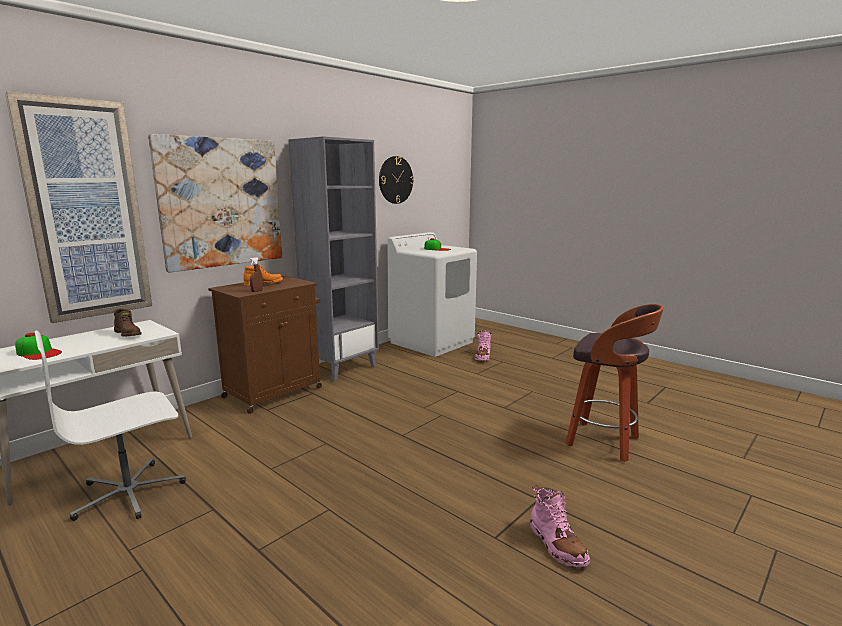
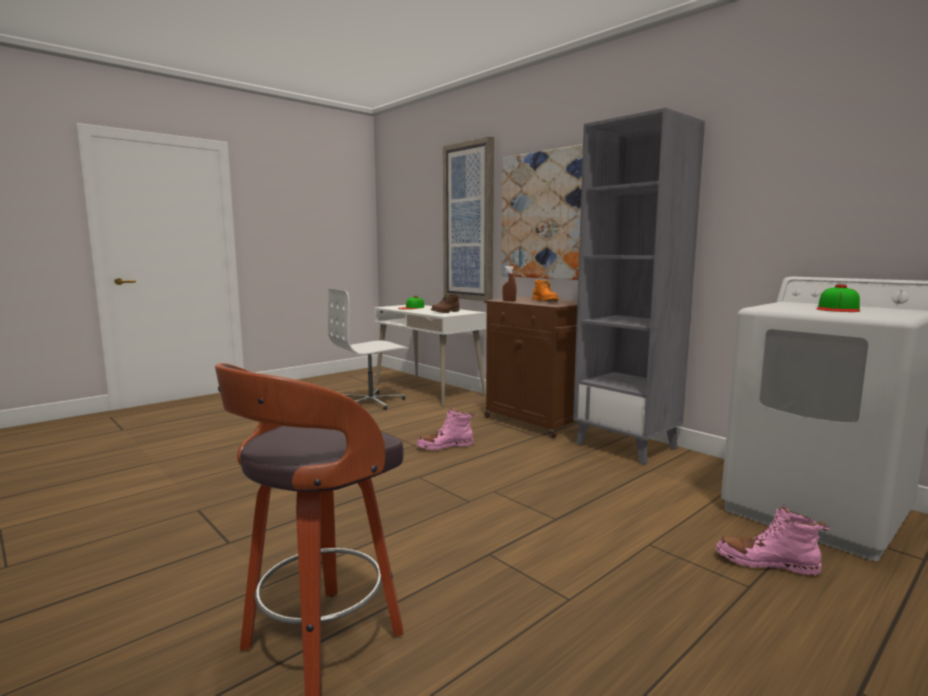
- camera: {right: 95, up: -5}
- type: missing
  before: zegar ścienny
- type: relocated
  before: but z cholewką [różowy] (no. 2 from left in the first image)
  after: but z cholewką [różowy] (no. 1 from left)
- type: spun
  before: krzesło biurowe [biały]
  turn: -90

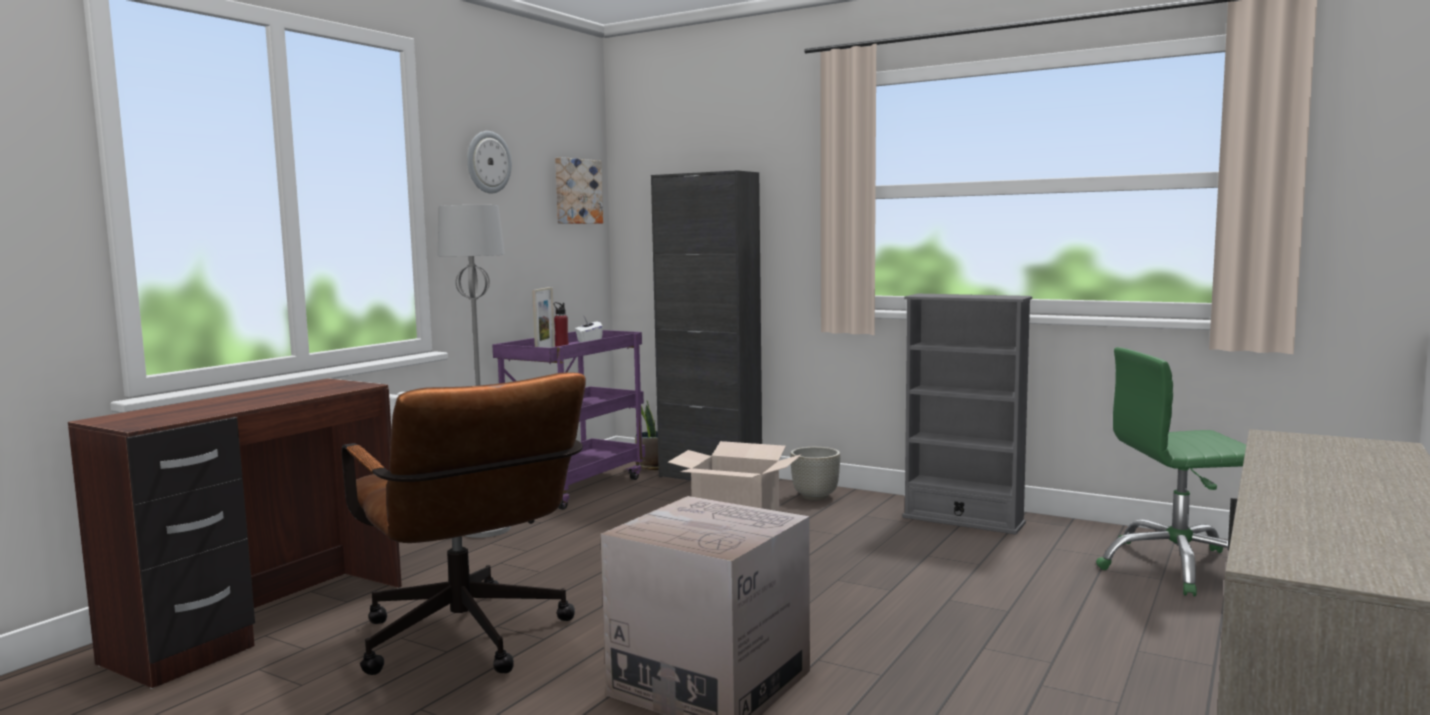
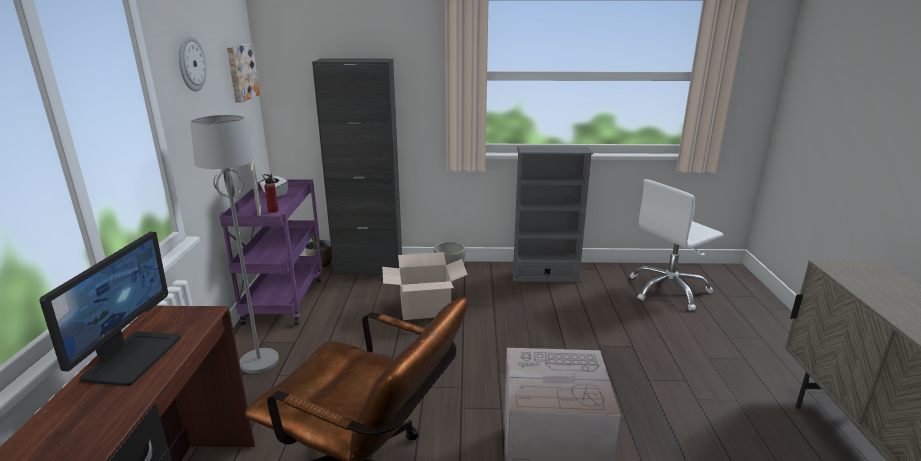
- camera: {right: -30, up: 15}
- type: appeared
  after: monitor
- type: colour
  before: krzesło biurowe [zielony]
  after: krzesło biurowe [biały]

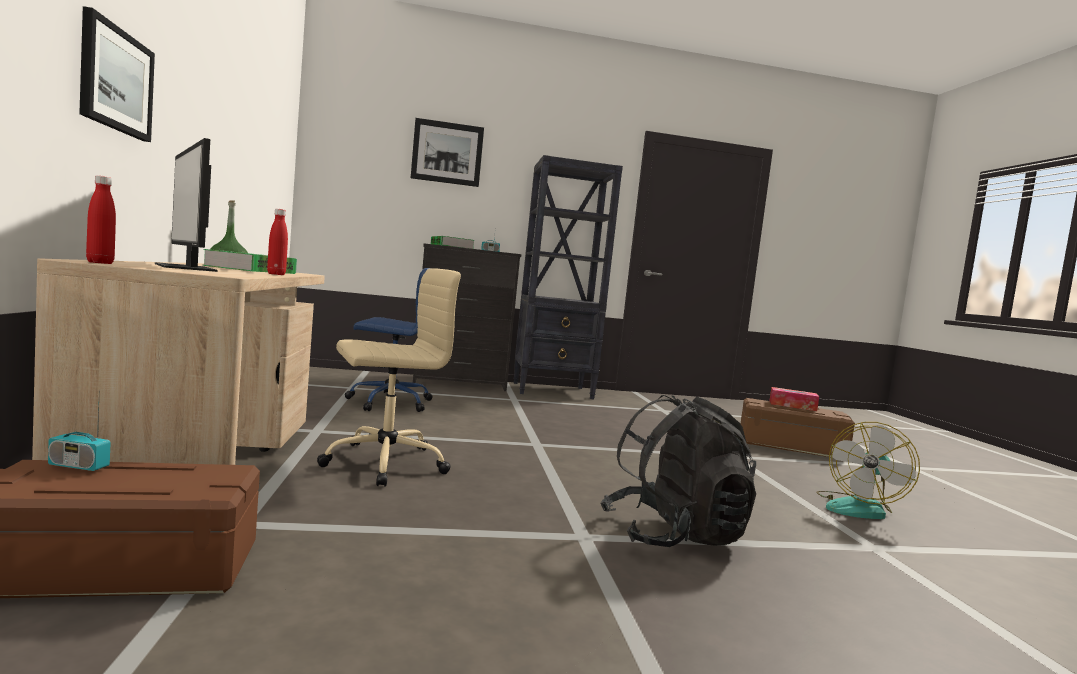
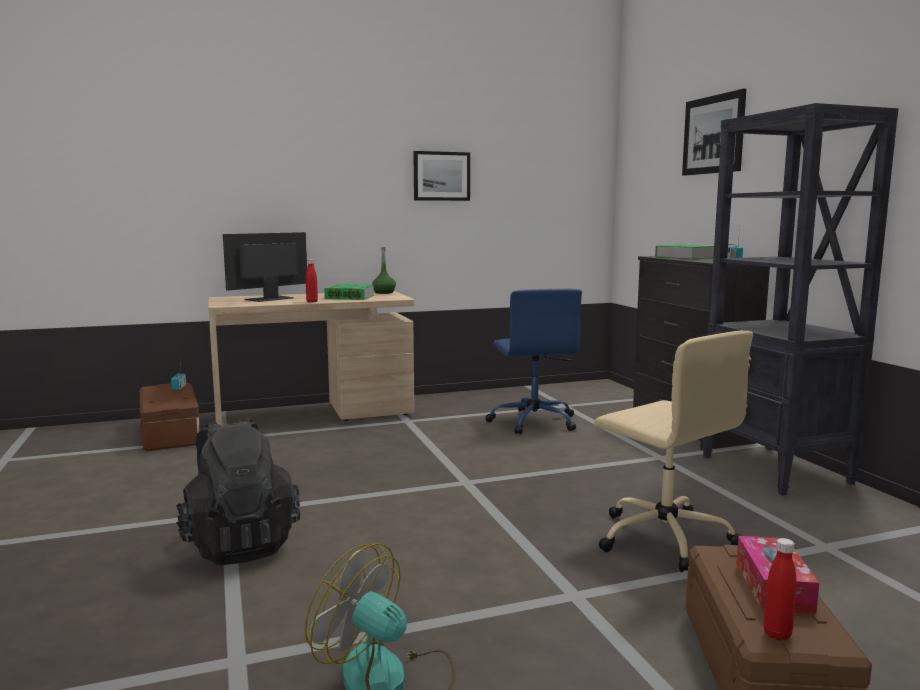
- camera: {right: 80, up: 5}
- type: relocated
  before: obraz (no. 1 from left)
- type: relocated
  before: butelka [czerwony] (no. 1 from left in the first image)
  after: butelka [czerwony] (no. 2 from left)
- type: relocated
  before: krzesło biurowe [beżowy]

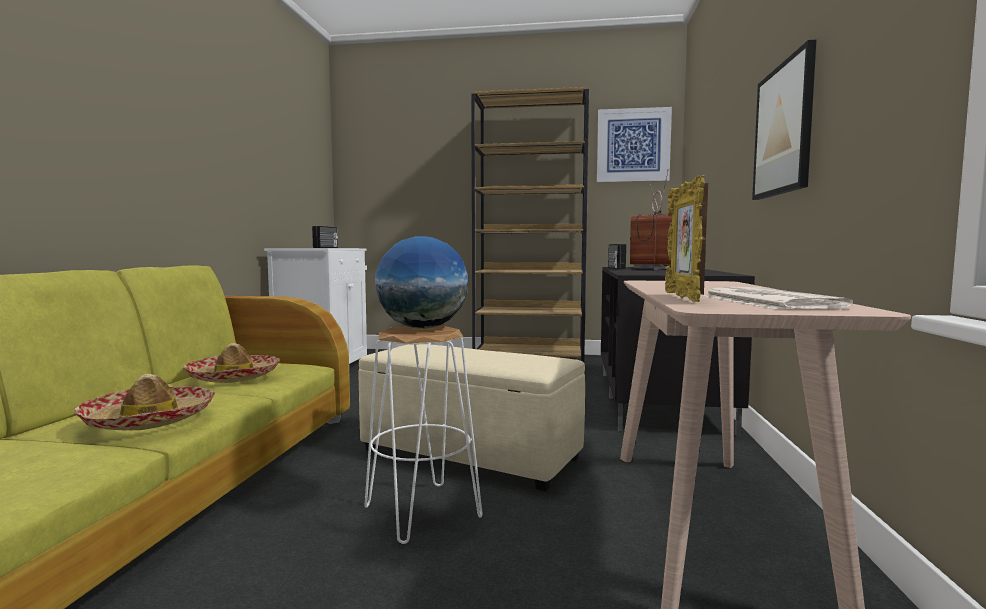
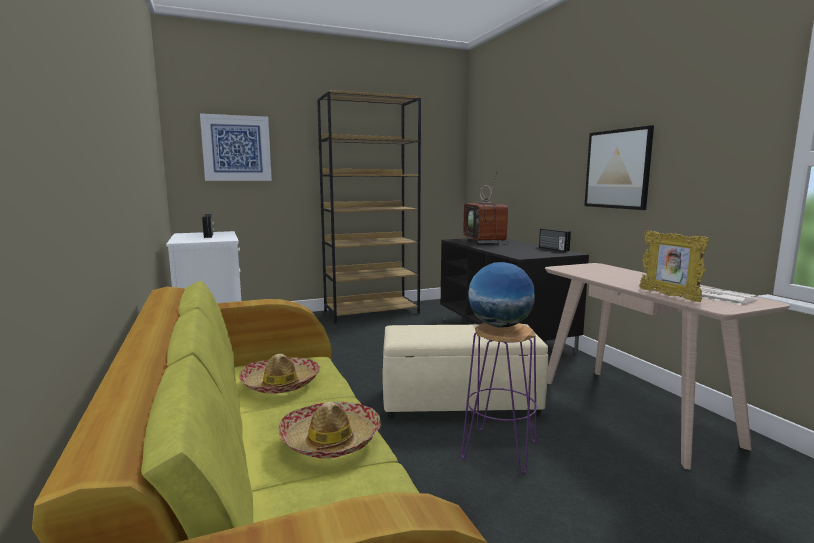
- camera: {right: -30, up: 5}
- type: relocated
  before: obraz (no. 1 from left)
- type: relocated
  before: radio (no. 2 from left)
- type: colour
  before: stołek [biały]
  after: stołek [fioletowy]

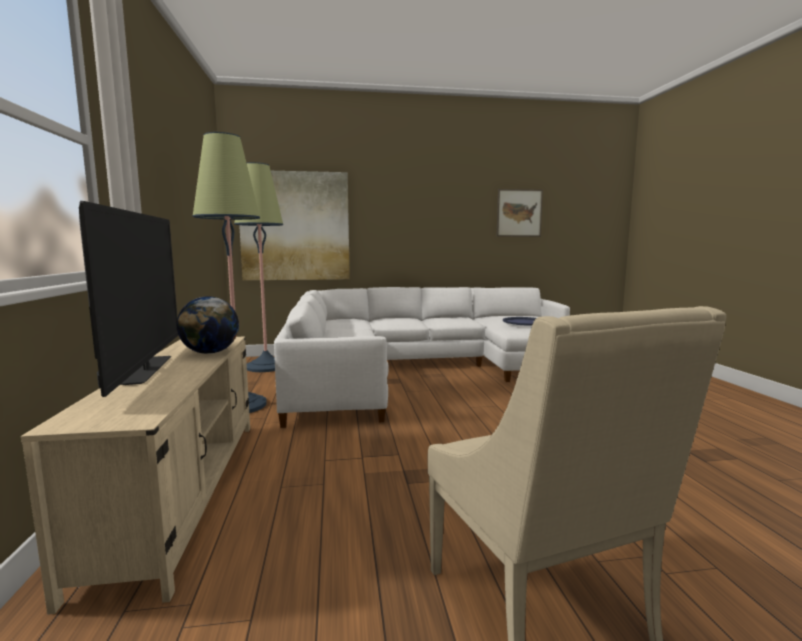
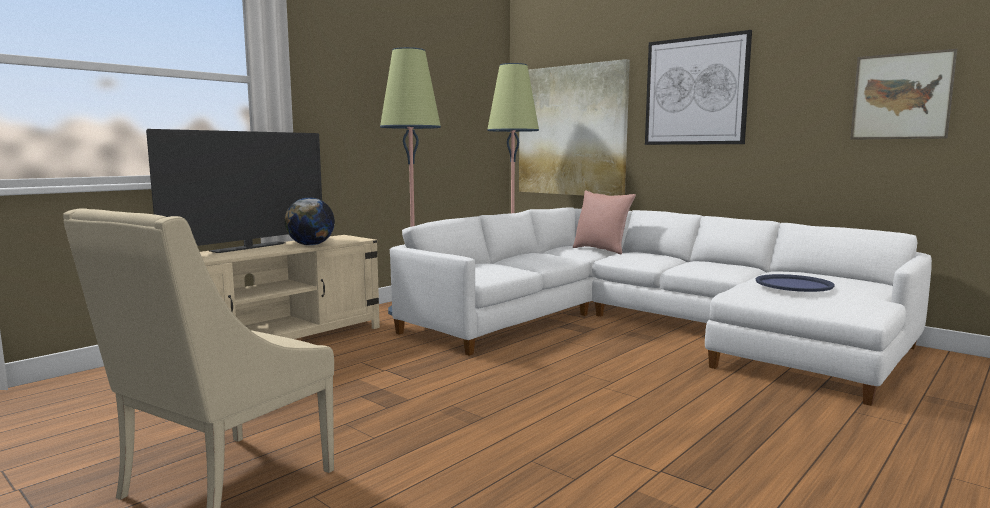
- camera: {right: 50, up: 0}
- type: appeared
  after: poduszka [różowy]
- type: appeared
  after: obraz (no. 2 from left)

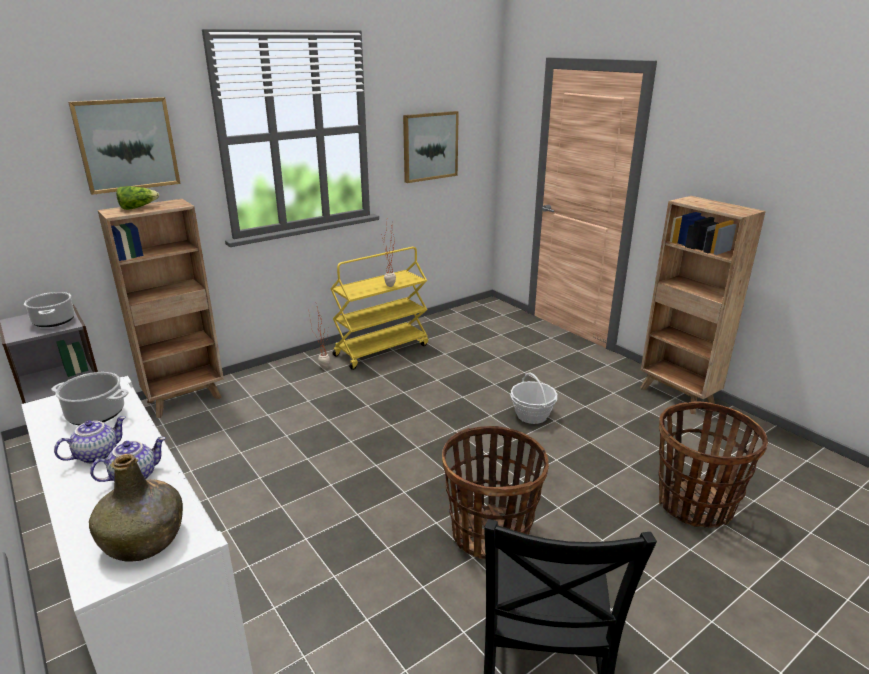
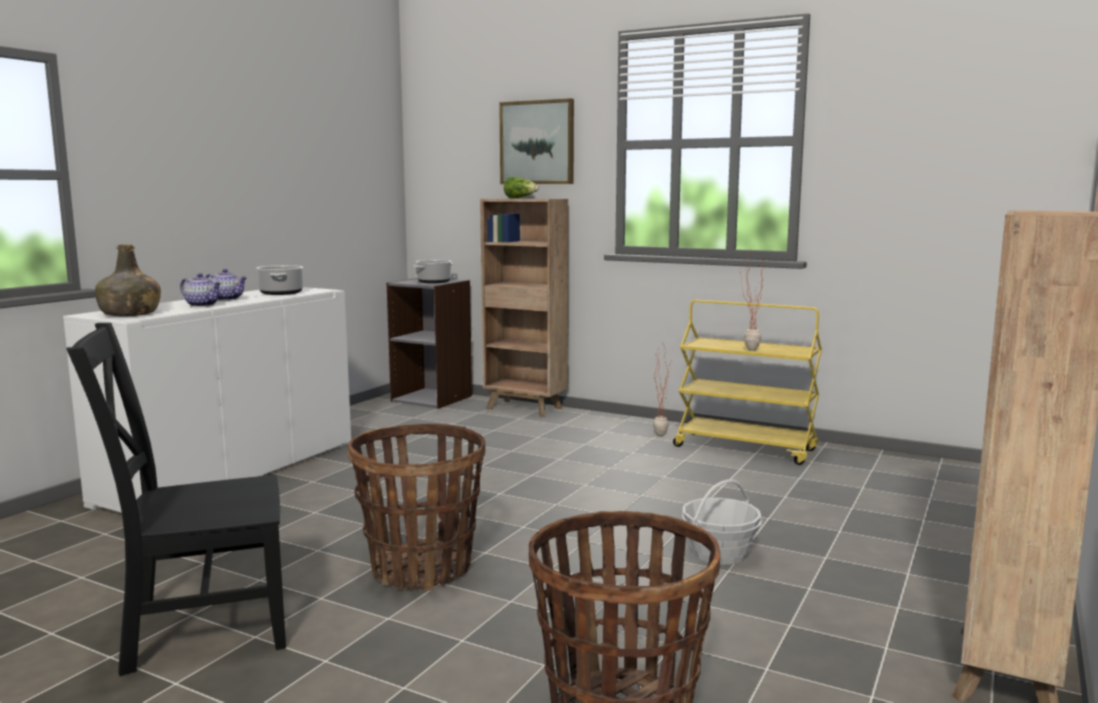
- camera: {right: 65, up: -15}
- type: missing
  before: obraz (no. 2 from left)

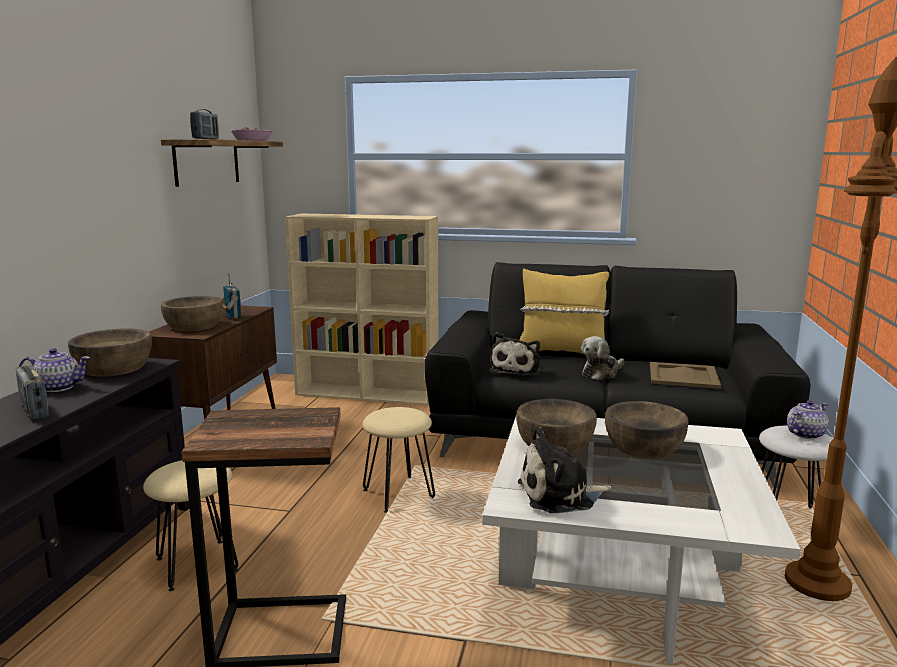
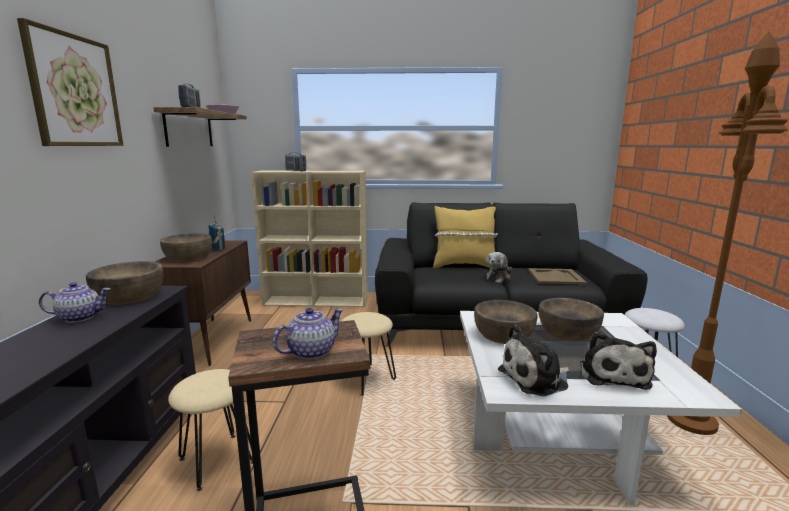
- camera: {right: -10, up: 0}
- type: appeared
  after: obraz
- type: relocated
  before: radio (no. 1 from left in the first image)
  after: radio (no. 3 from left)
- type: relocated
  before: pluszak (no. 1 from left in the first image)
  after: pluszak (no. 3 from left)
- type: relocated
  before: imbryk (no. 2 from left)

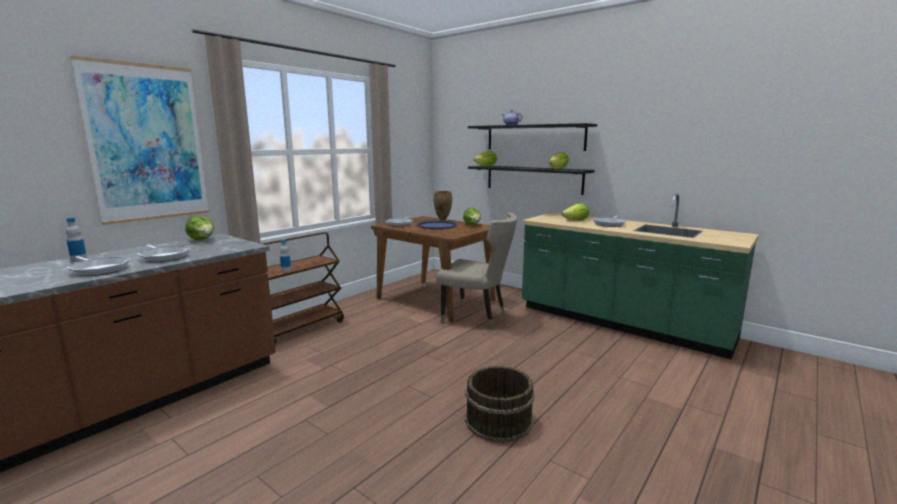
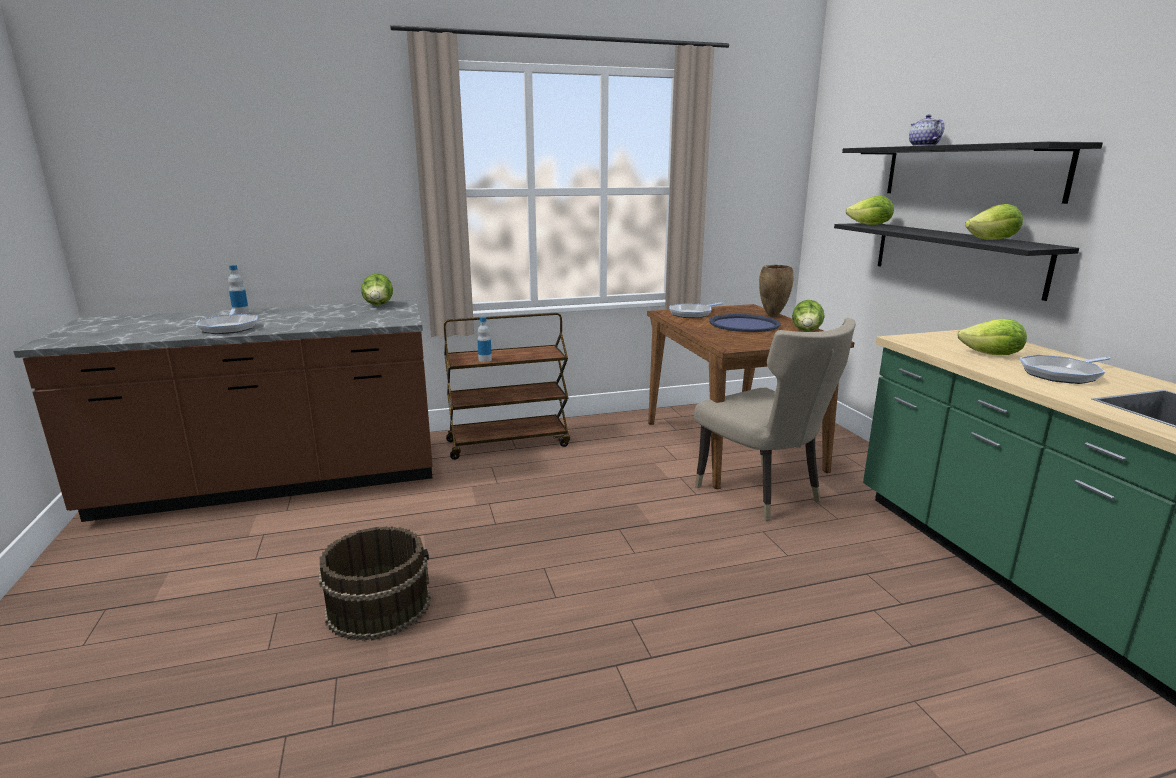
- camera: {right: 35, up: 5}
- type: missing
  before: obraz
- type: missing
  before: patelnia (no. 2 from left)
- type: relocated
  before: wiadro [brązowy]

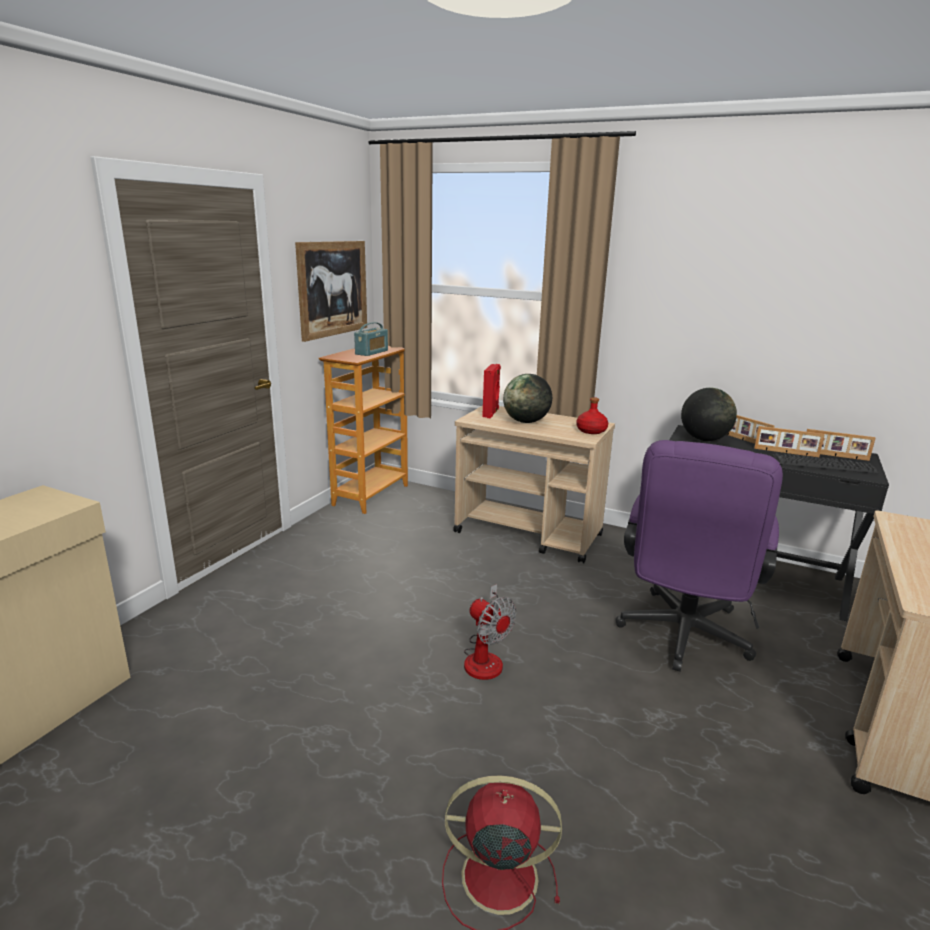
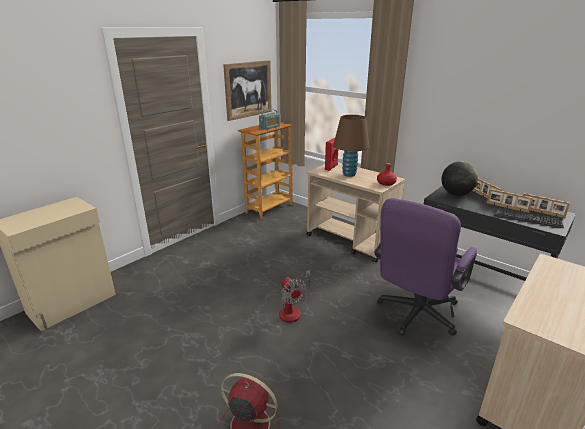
- camera: {right: 15, up: 5}
- type: exchanged
  before: globus (no. 1 from left)
  after: lampa stołowa [brązowy]

